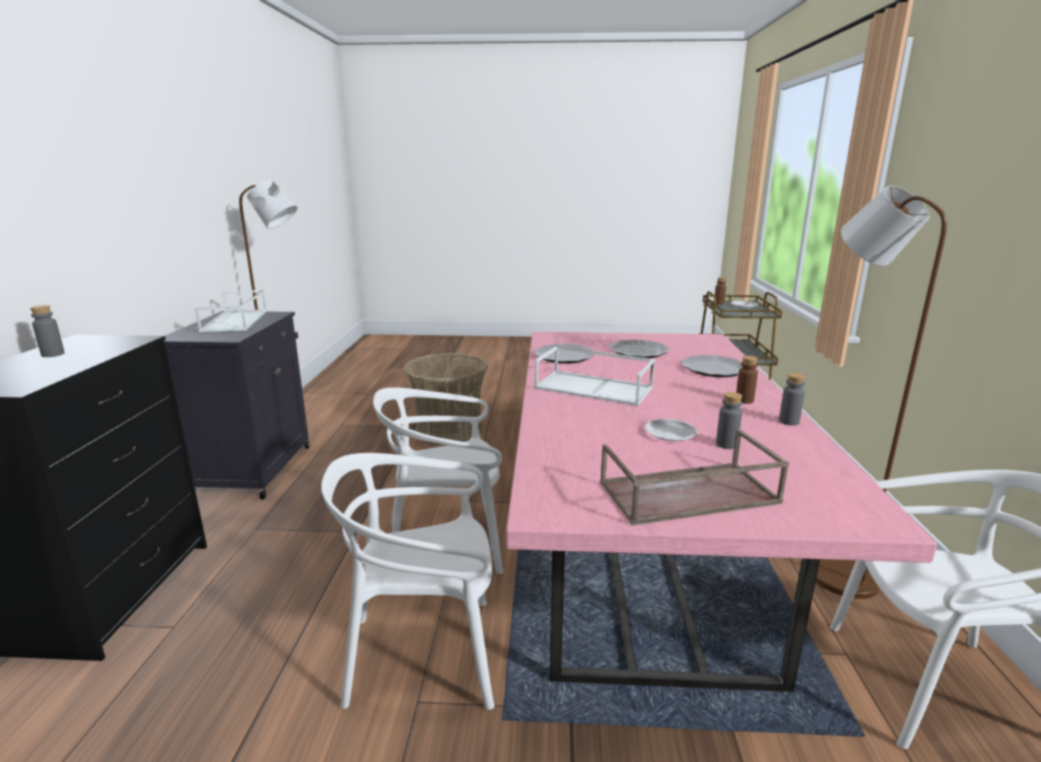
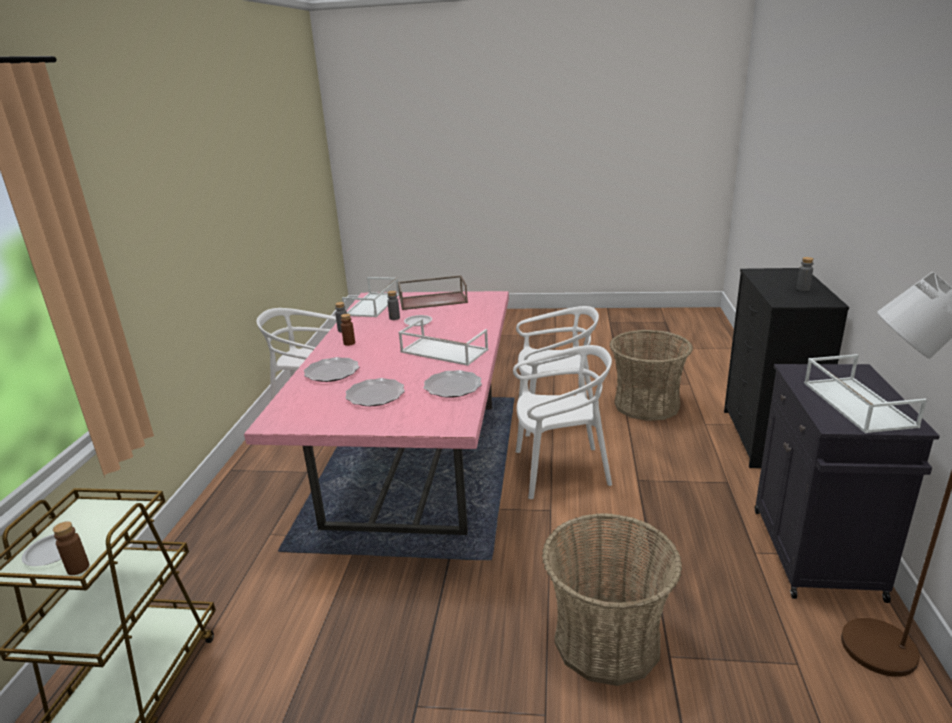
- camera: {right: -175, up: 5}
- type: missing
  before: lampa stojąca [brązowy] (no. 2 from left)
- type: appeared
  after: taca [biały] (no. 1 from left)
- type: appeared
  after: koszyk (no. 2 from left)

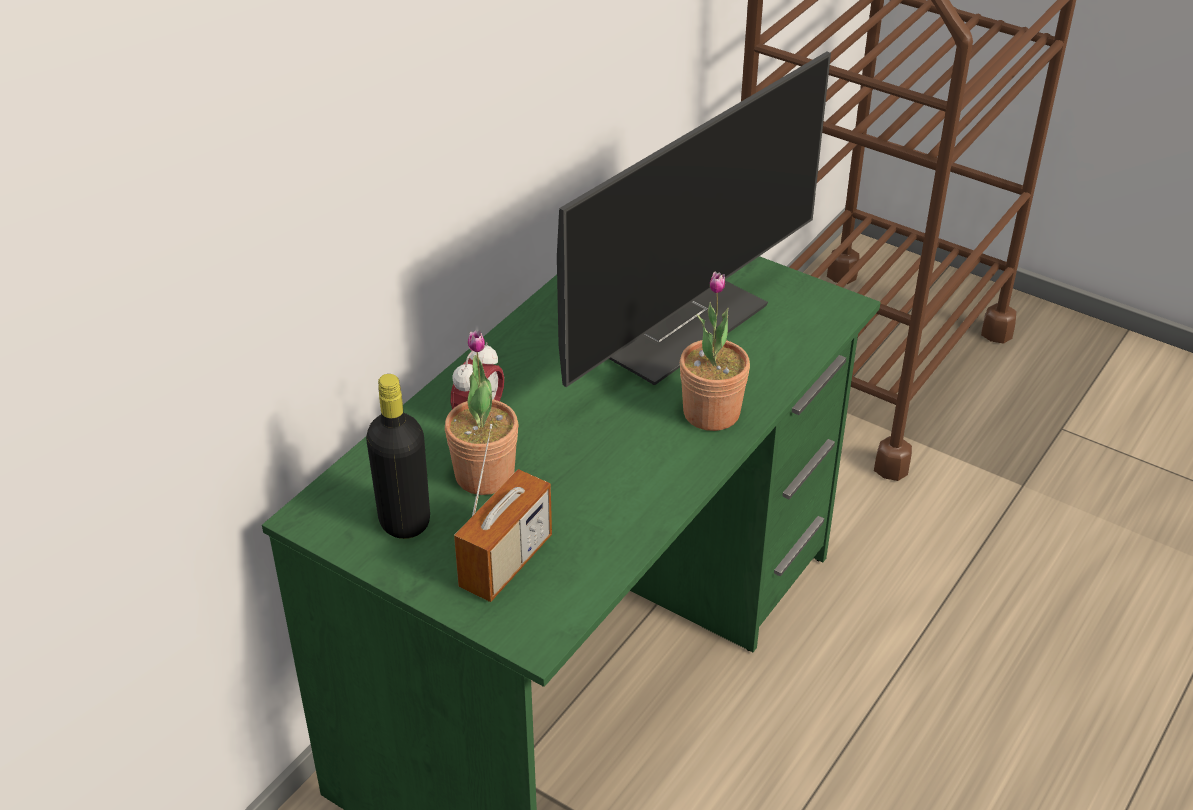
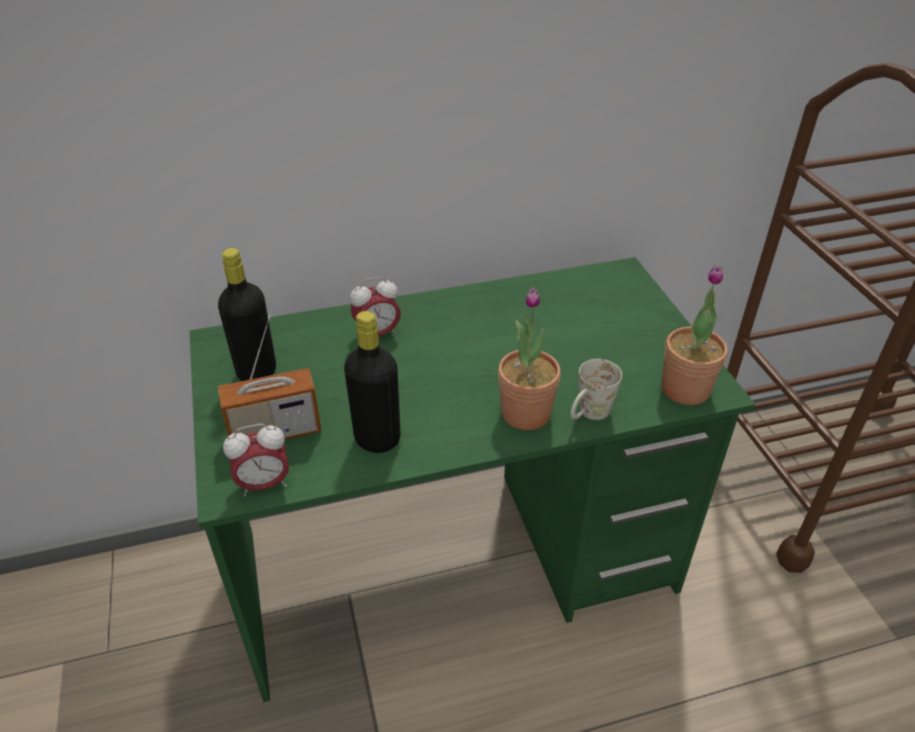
- camera: {right: 40, up: 0}
- type: missing
  before: monitor
- type: appeared
  after: budzik (no. 1 from left)
- type: appeared
  after: butelka [czarny] (no. 2 from left)
- type: appeared
  after: kubek [biały]
- type: relocated
  before: roślina doniczkowa (no. 1 from left in the first image)
  after: roślina doniczkowa (no. 2 from left)

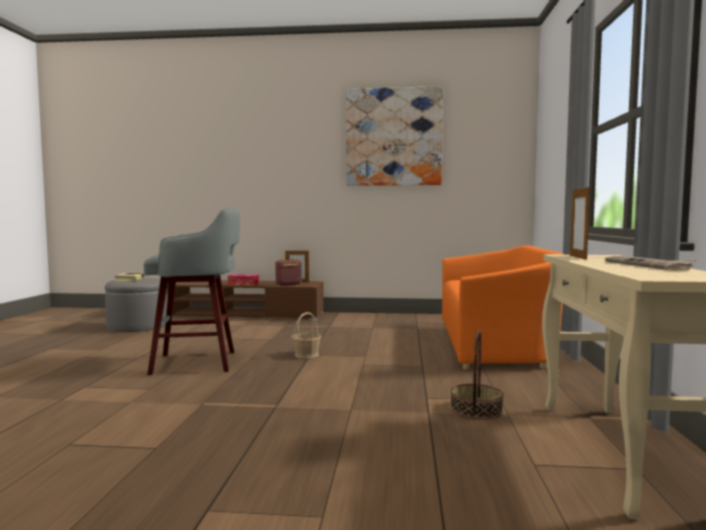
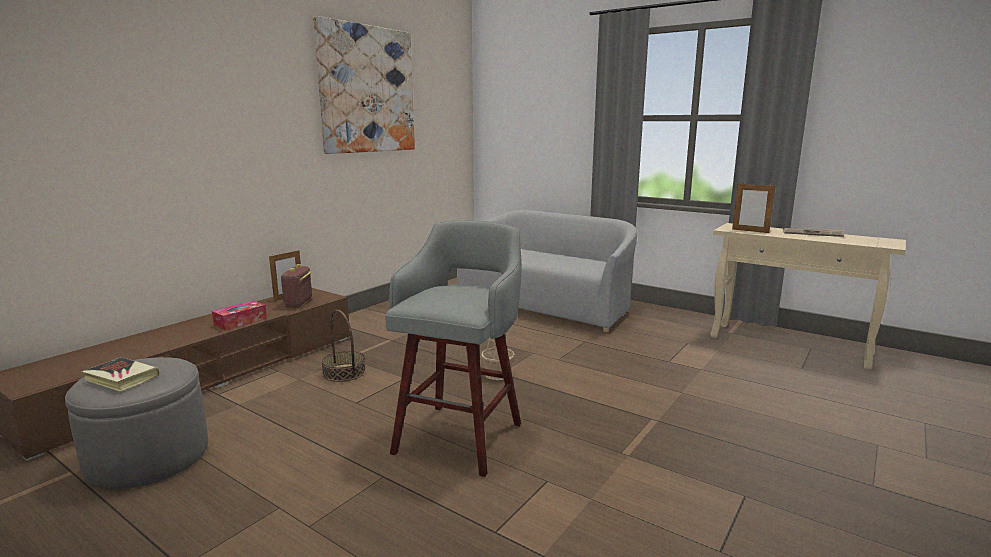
- camera: {right: -60, up: 10}
- type: relocated
  before: koszyk (no. 2 from left in the first image)
  after: koszyk (no. 1 from left)
- type: colour
  before: kanapa [pomarańczowy]
  after: kanapa [szary]

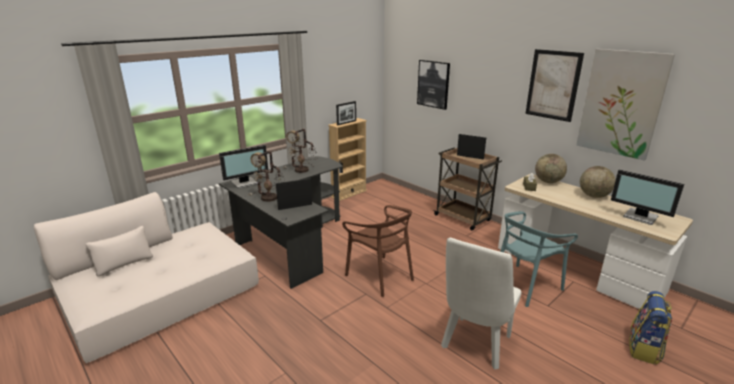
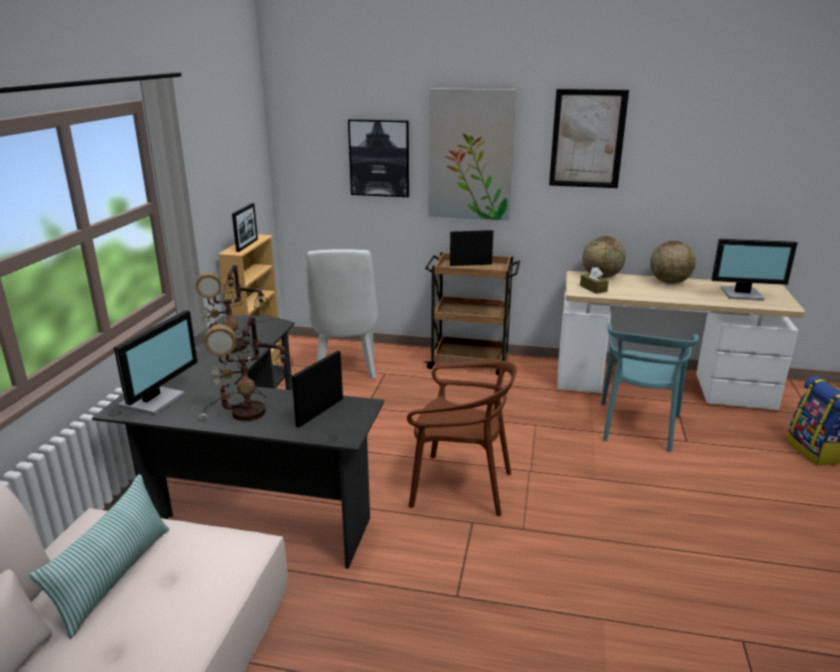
- camera: {right: -35, up: 0}
- type: appeared
  after: poduszka
- type: relocated
  before: krzesło [biały]
- type: relocated
  before: obraz (no. 3 from left in the first image)
  after: obraz (no. 2 from left)

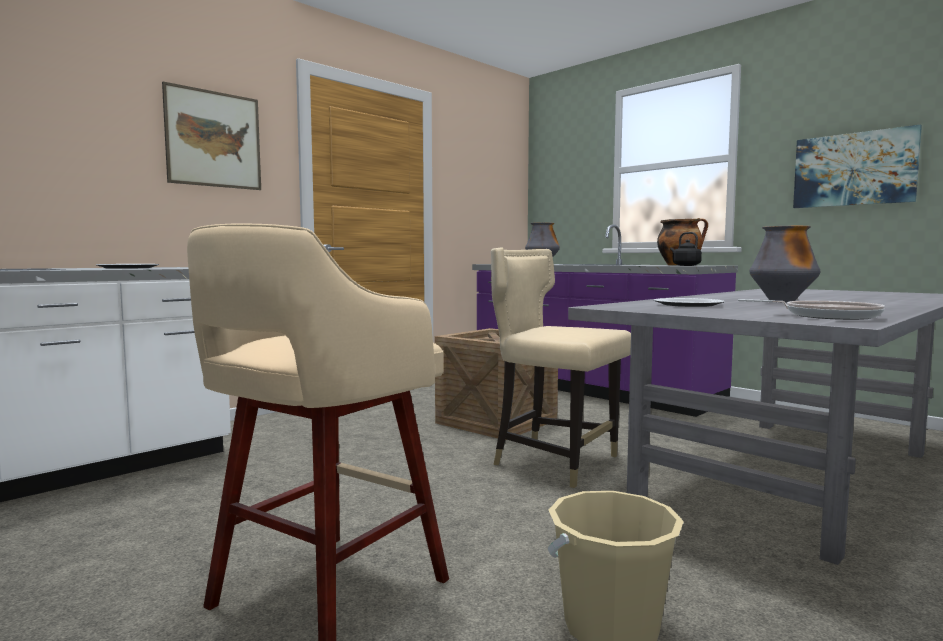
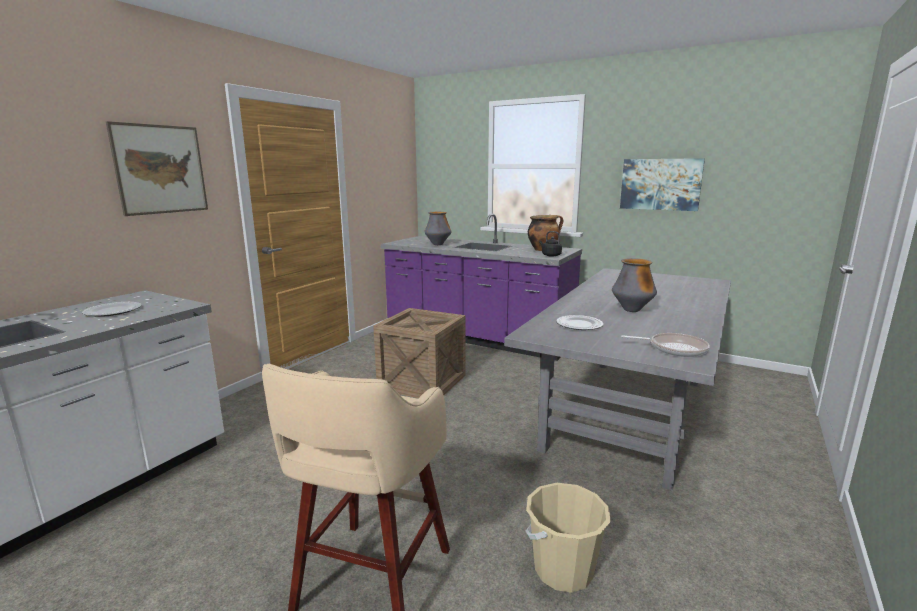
- camera: {right: -15, up: 10}
- type: missing
  before: krzesło [beżowy]

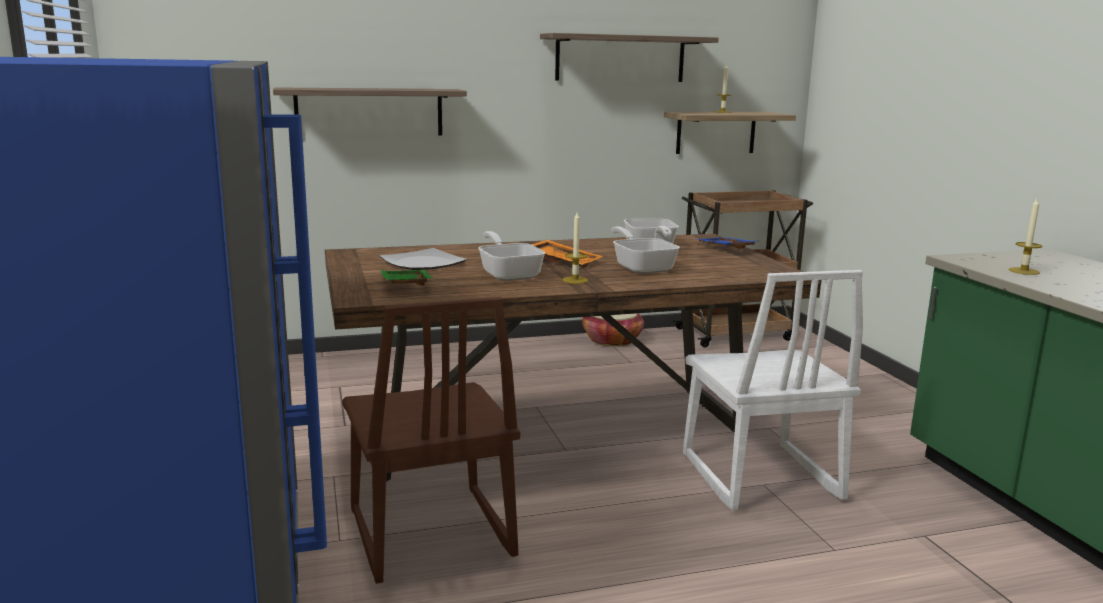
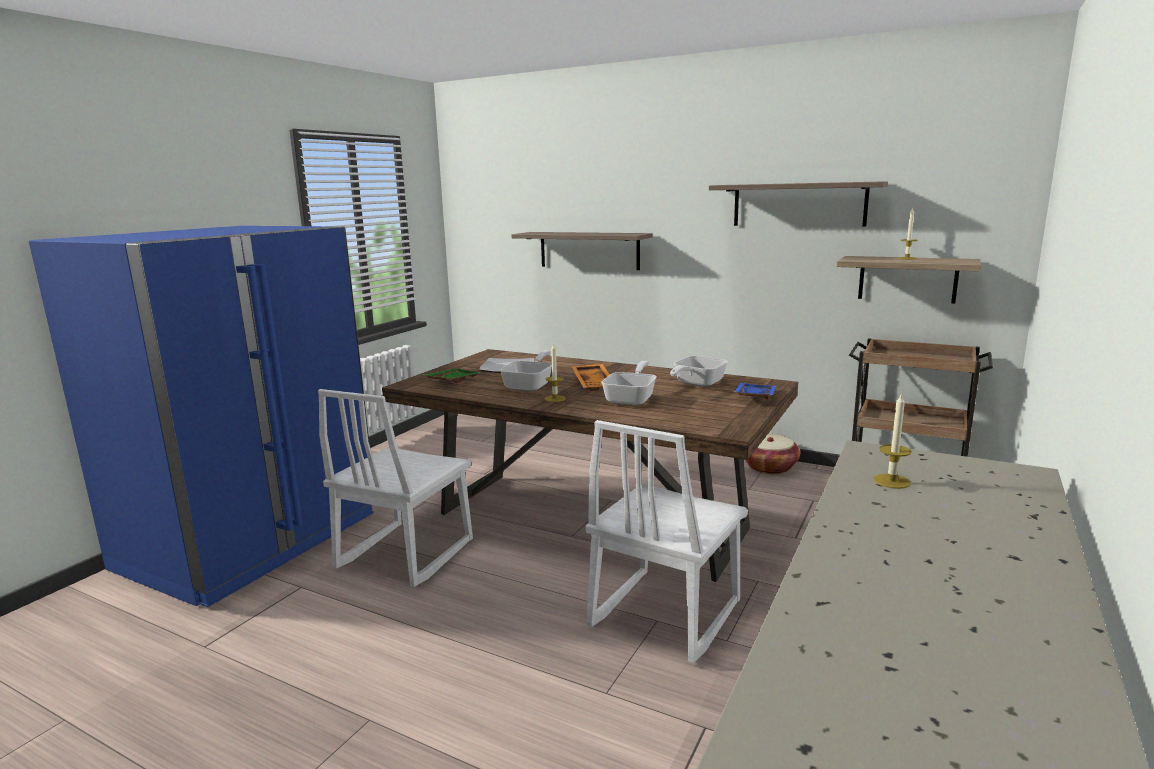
- camera: {right: 45, up: 0}
- type: colour
  before: krzesło [brązowy]
  after: krzesło [biały] (no. 1 from left)

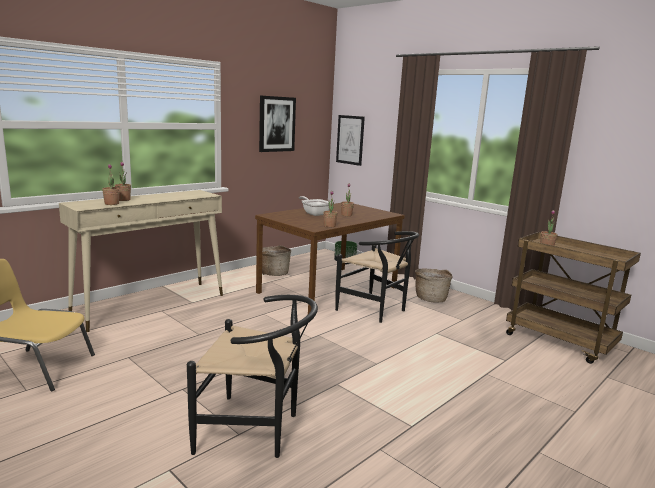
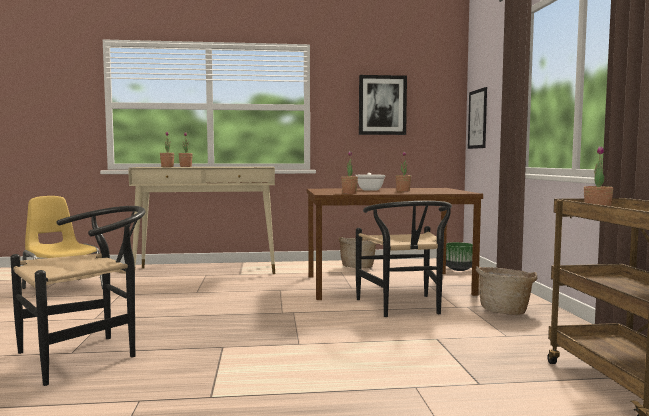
- camera: {right: 40, up: -10}
- type: spun
  before: krzesło [czarny] (no. 1 from left)
  turn: -90

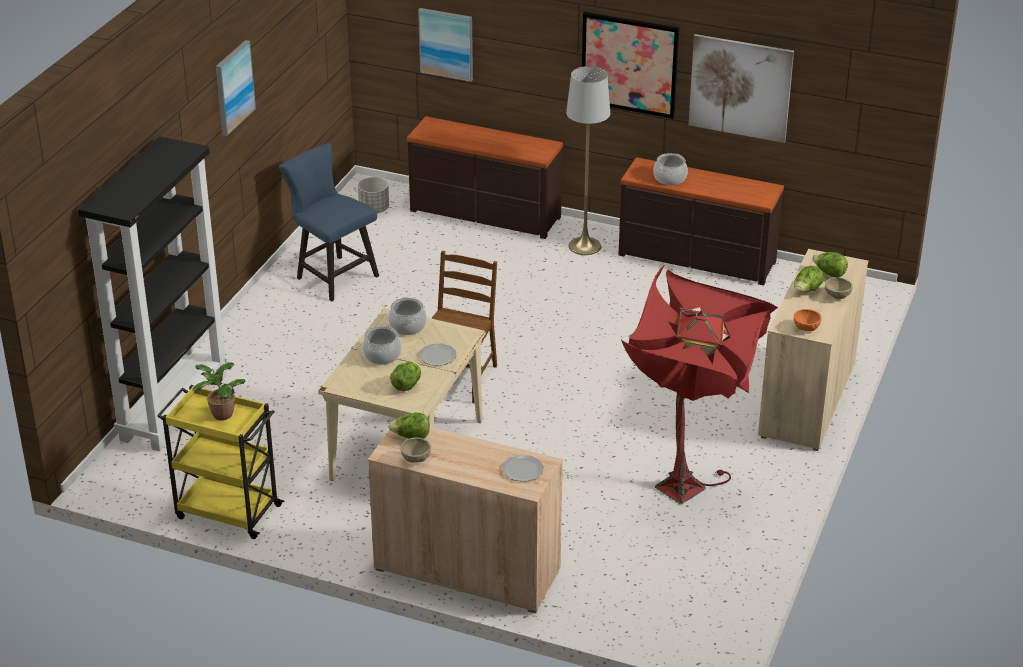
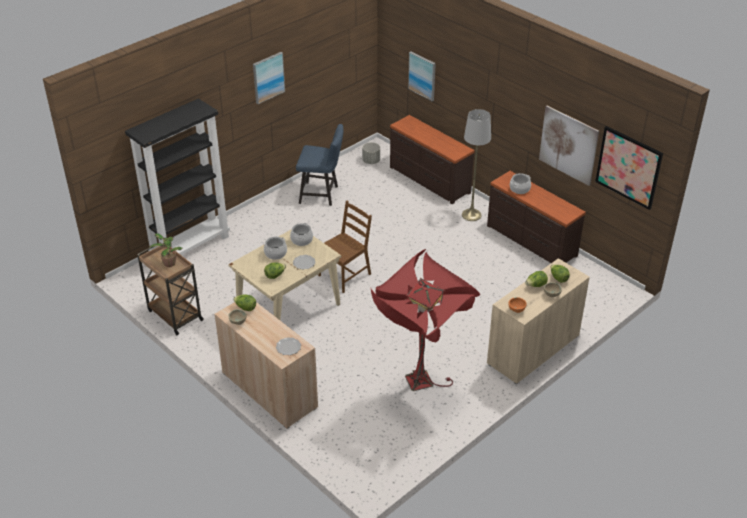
- camera: {right: 25, up: 5}
- type: relocated
  before: obraz (no. 3 from left in the first image)
  after: obraz (no. 4 from left)
- type: colour
  before: wózek [żółty]
  after: wózek [brązowy]
- type: spun
  before: krzesło [niebieski]
  turn: 120

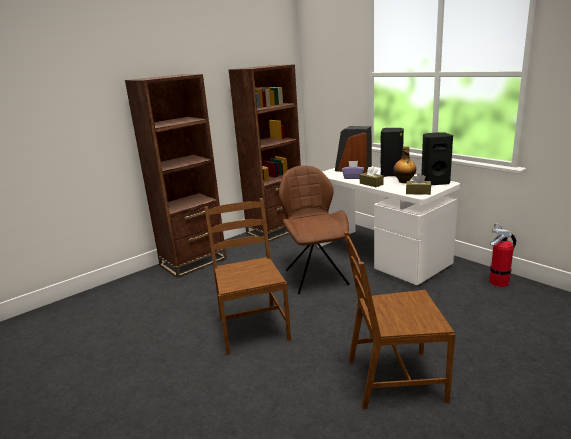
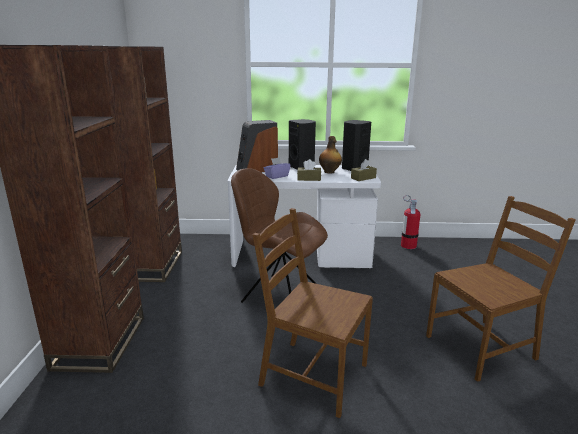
- camera: {right: -50, up: 0}
- type: spun
  before: krzesło [brązowy] (no. 3 from left)
  turn: -150

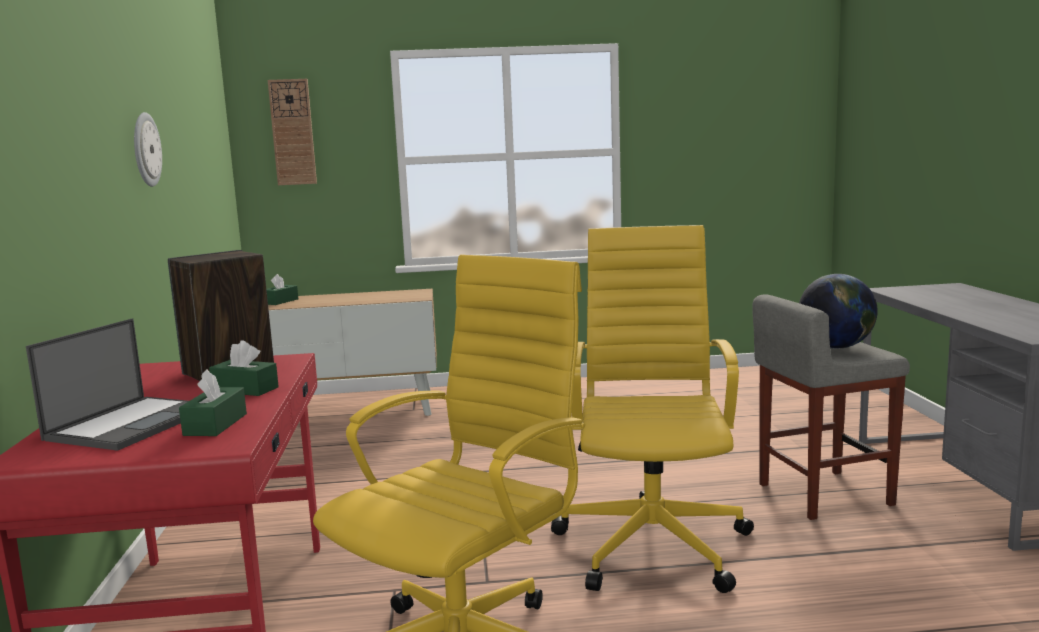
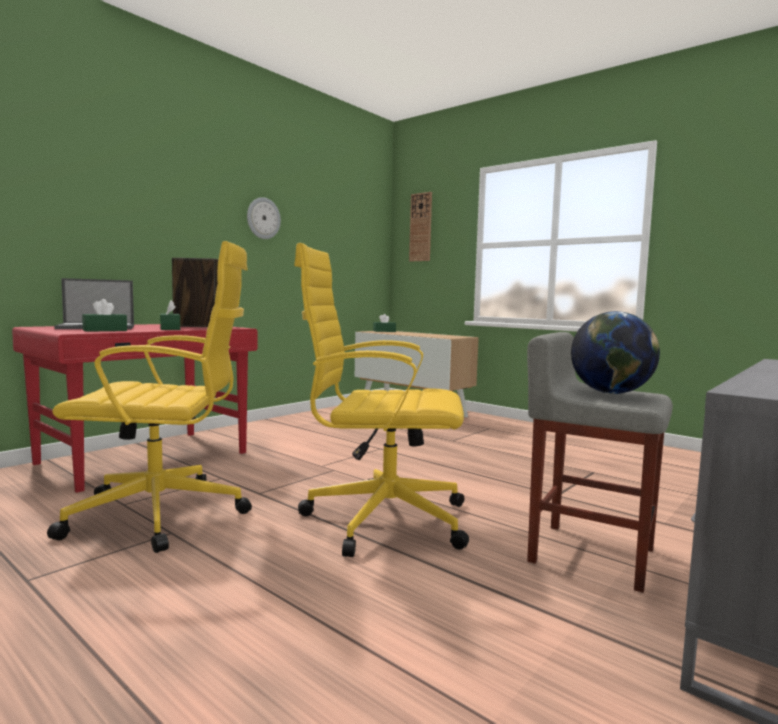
- camera: {right: 45, up: -5}
- type: spun
  before: krzesło biurowe [żółty] (no. 2 from left)
  turn: -135

